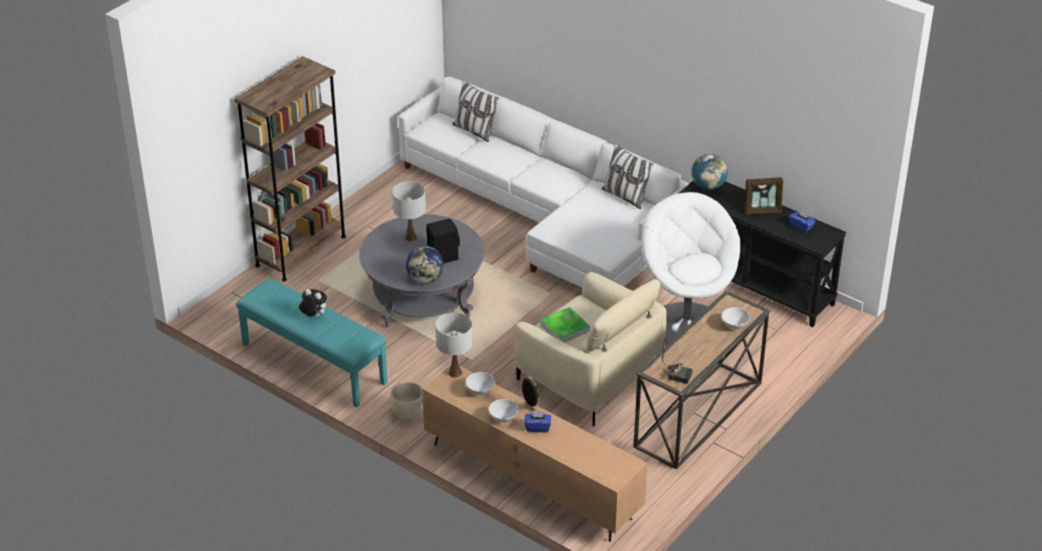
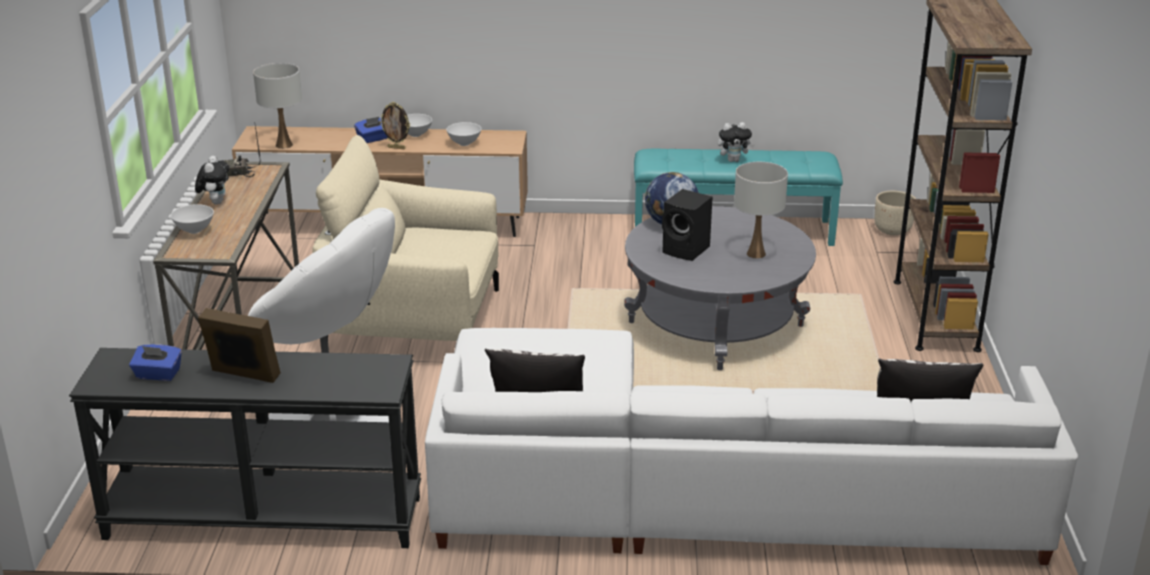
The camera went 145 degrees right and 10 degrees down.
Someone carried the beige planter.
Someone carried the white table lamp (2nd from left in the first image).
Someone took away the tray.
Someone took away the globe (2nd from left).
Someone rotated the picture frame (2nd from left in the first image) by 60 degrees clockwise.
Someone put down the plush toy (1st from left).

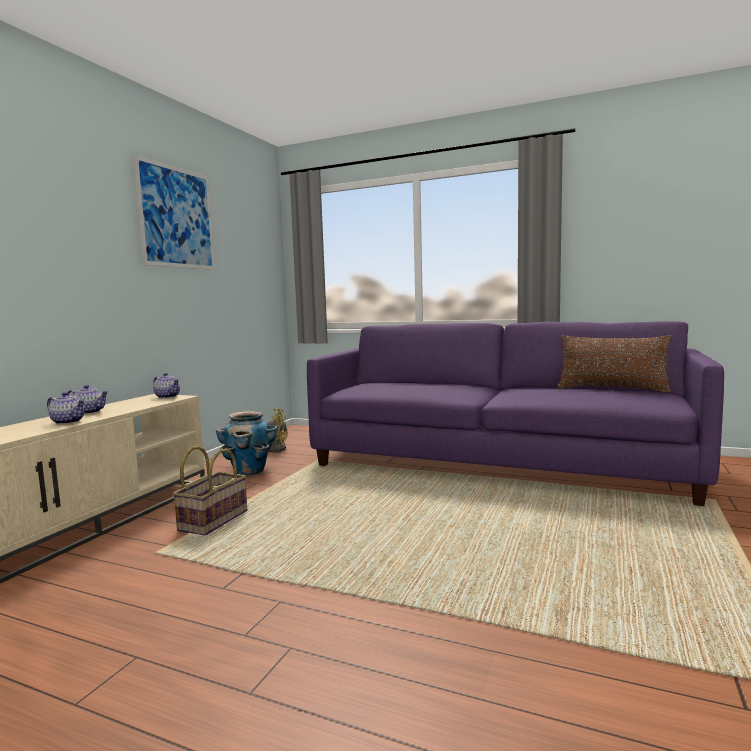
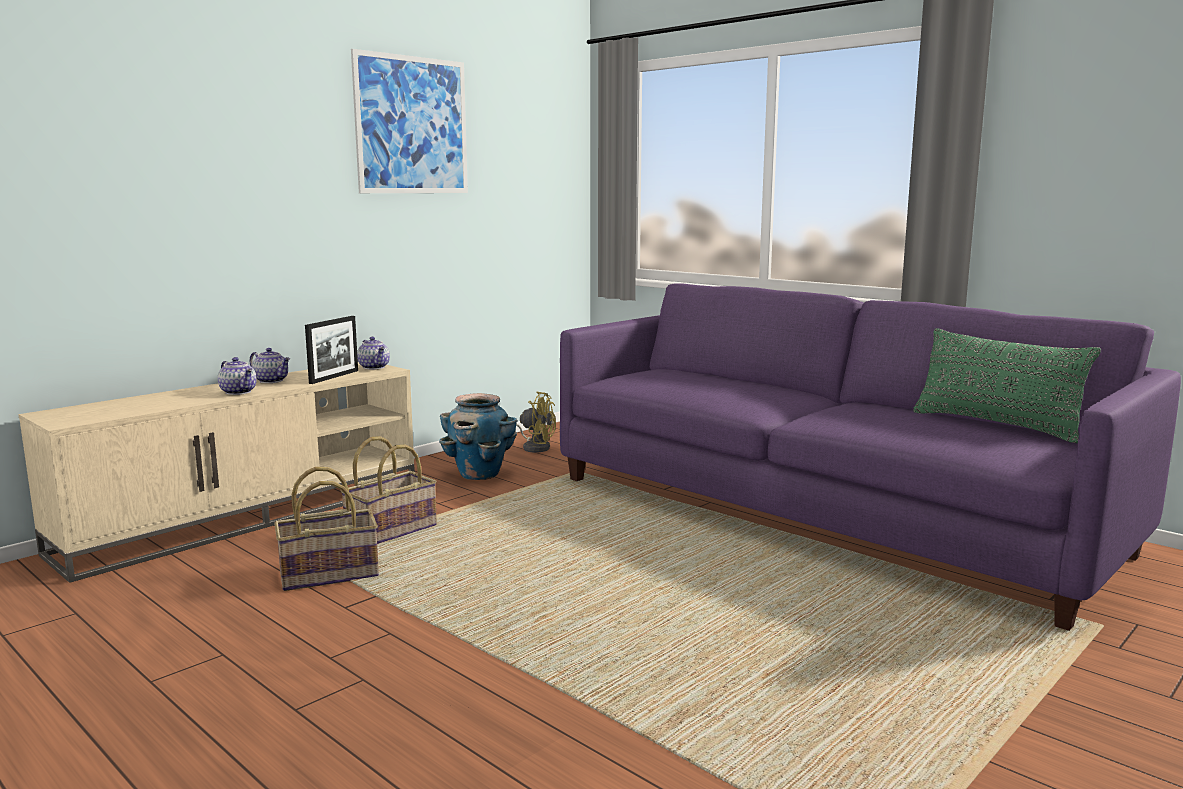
The camera went 20 degrees right and 5 degrees up.
Someone repainted the brown pillow, which became the green pillow.
Someone put down the basket (1st from left).
Someone put down the picture frame.

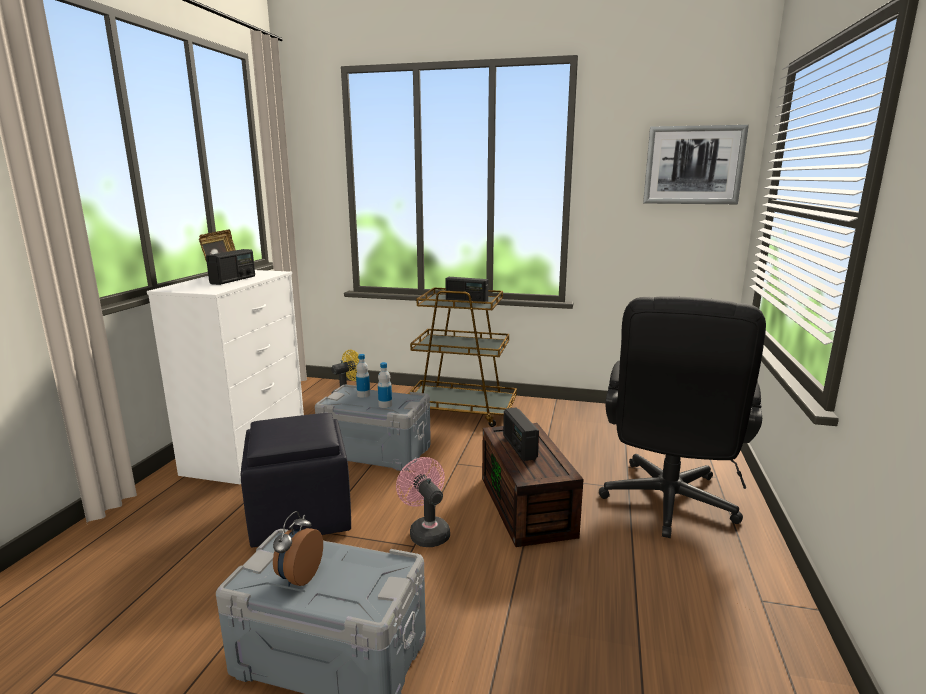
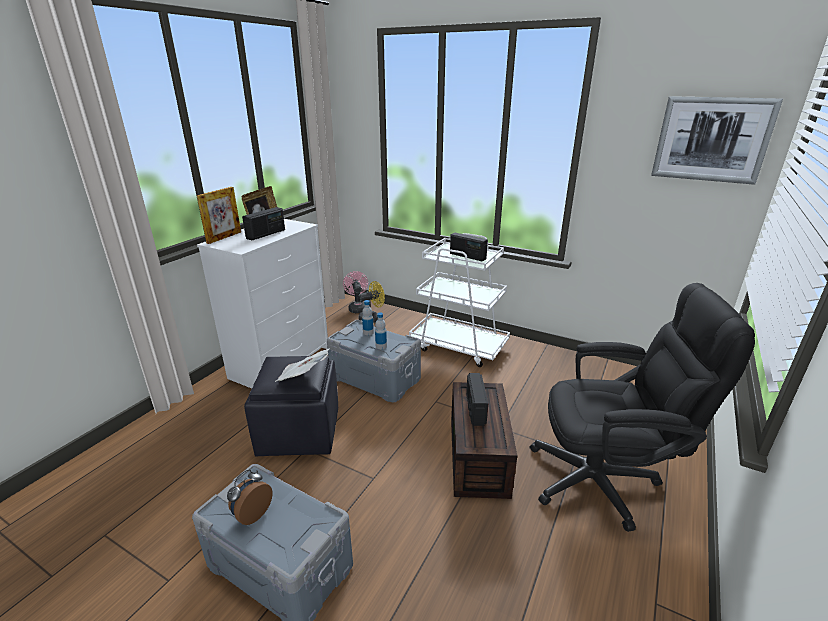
The camera went 15 degrees right and 10 degrees up.
Someone carried the pink fan.
Someone repainted the brown cart, which became the white cart.
Someone rotated the black office chair by 120 degrees counterclockwise.
Someone put down the picture frame (1st from left).
Someone put down the newspaper.

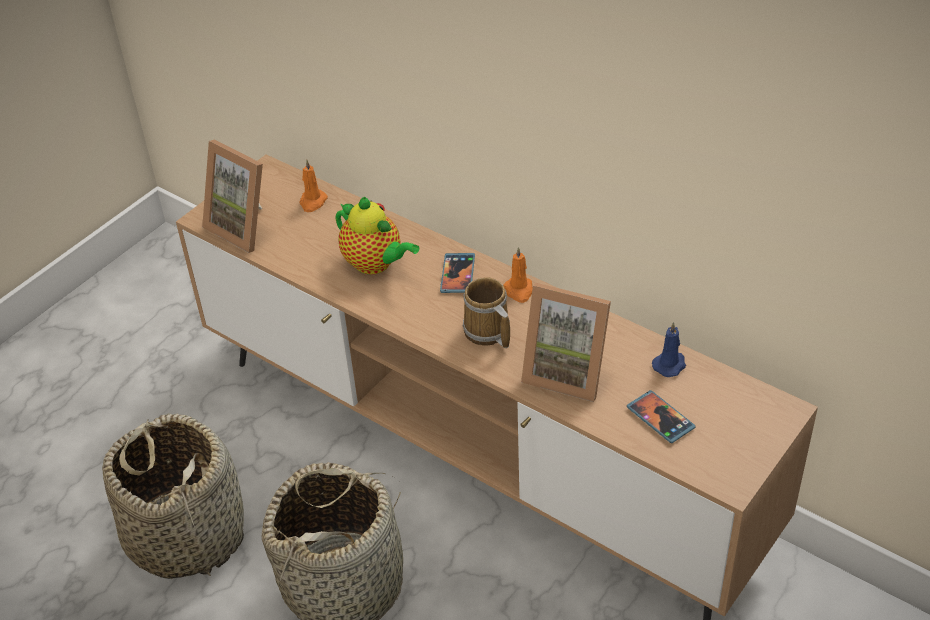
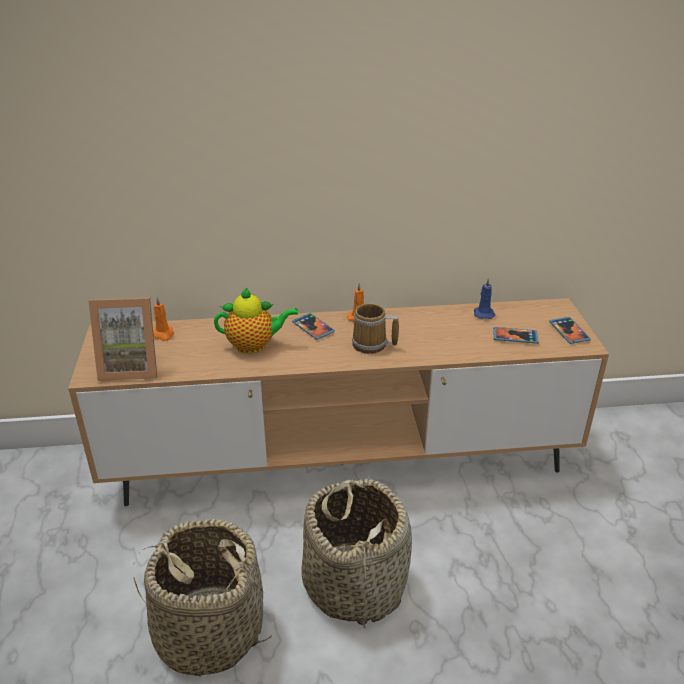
The camera went 45 degrees left and 10 degrees down.
Someone took away the picture frame (2nd from left).
Someone put down the phone (3rd from left).

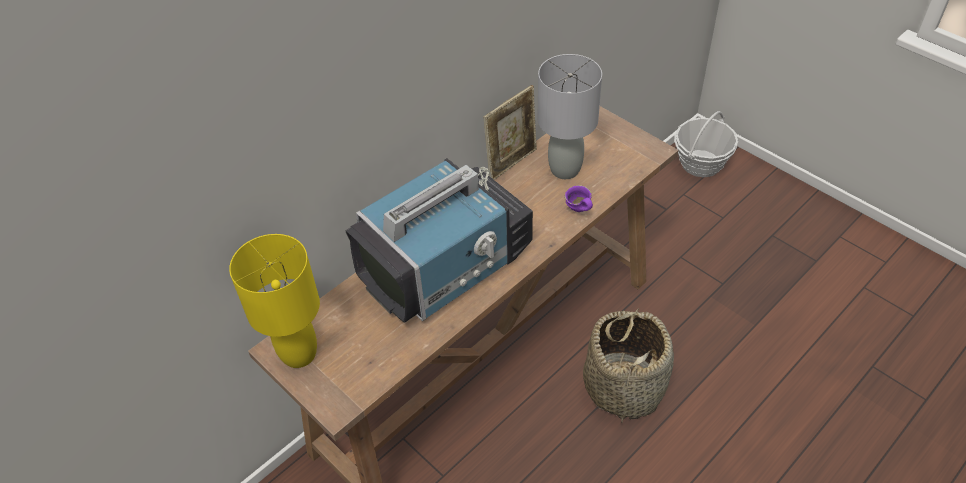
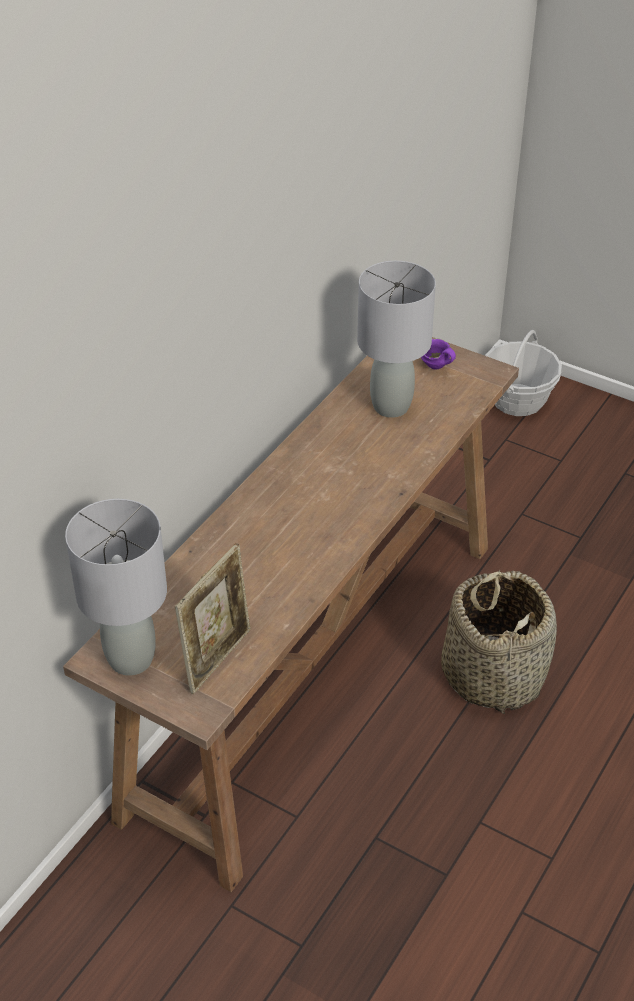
The camera went 15 degrees left and 5 degrees down.
Someone repainted the yellow table lamp, which became the grey table lamp (1st from left).
Someone took away the television.
Someone carried the picture frame.
Someone carried the purple mug.

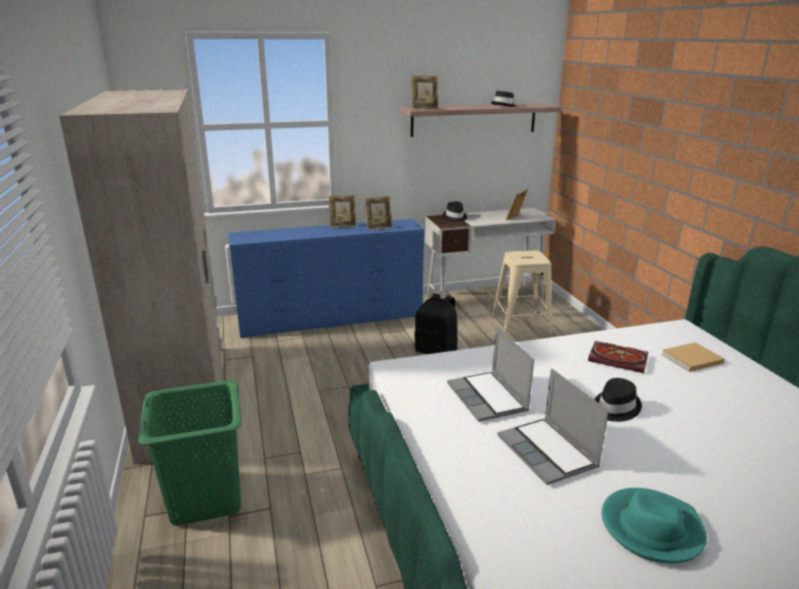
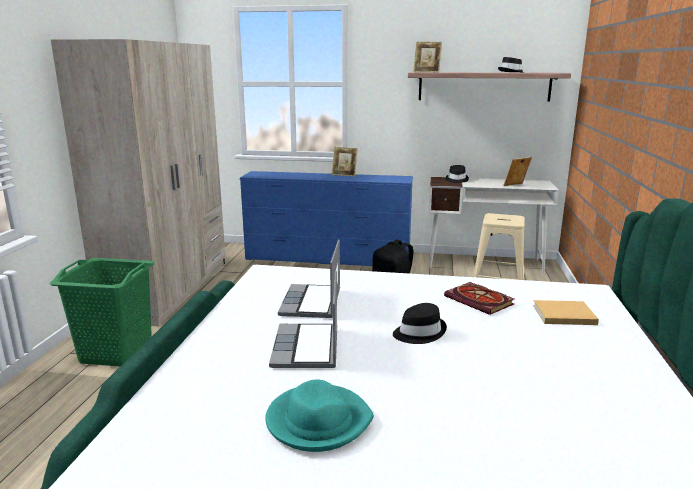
The camera went 25 degrees right and 5 degrees down.
Someone took away the picture frame (2nd from left).

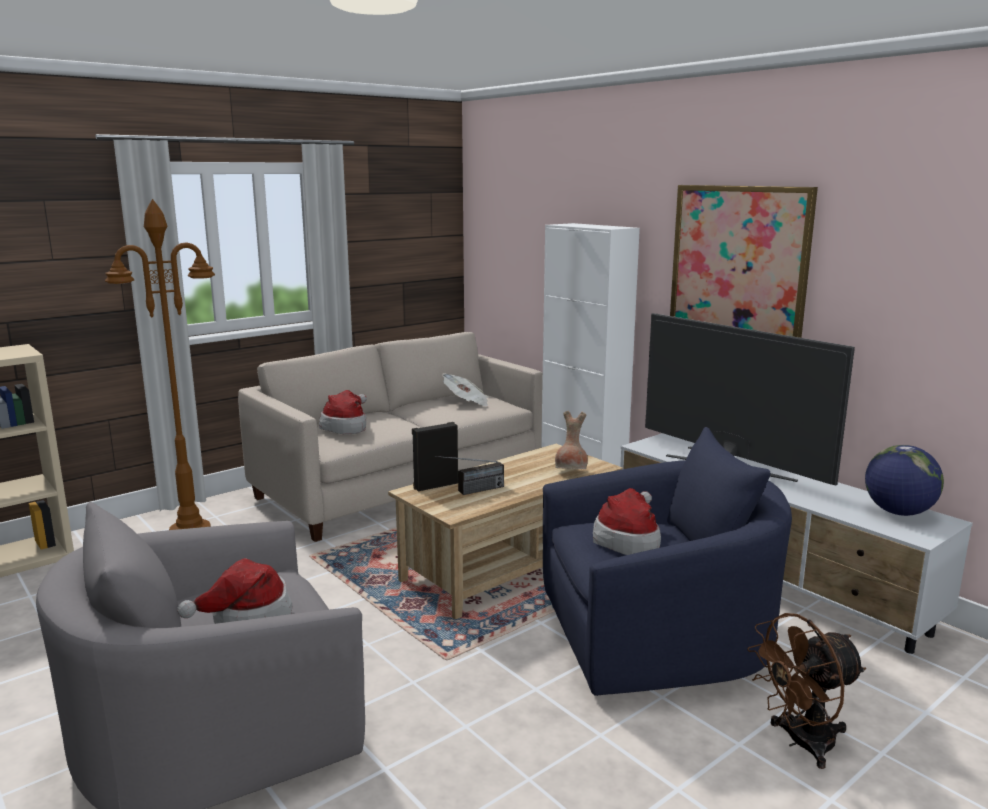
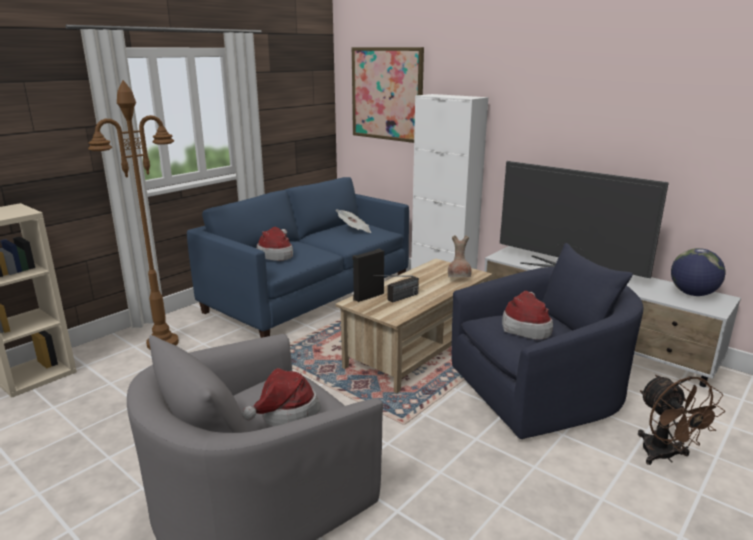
The camera went 10 degrees left and 5 degrees up.
Someone repainted the beige sofa, which became the blue sofa.
Someone carried the picture.
Someone rotated the brown fan by 75 degrees counterclockwise.

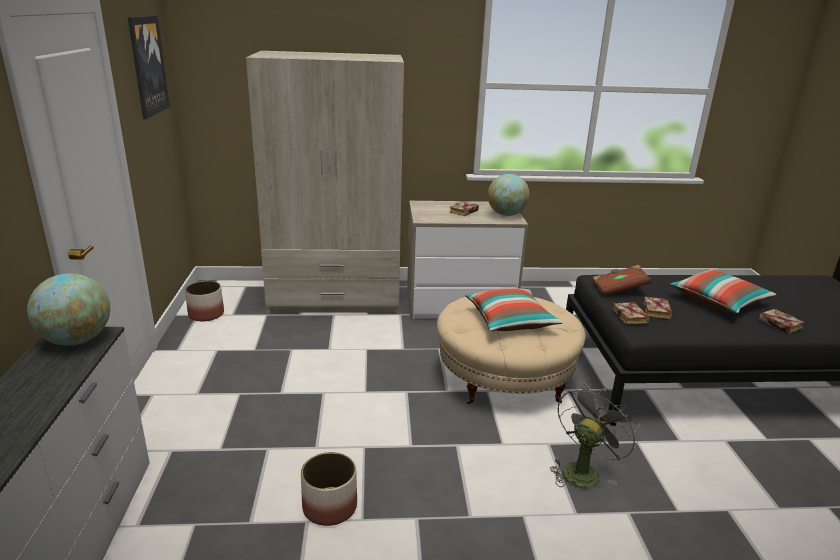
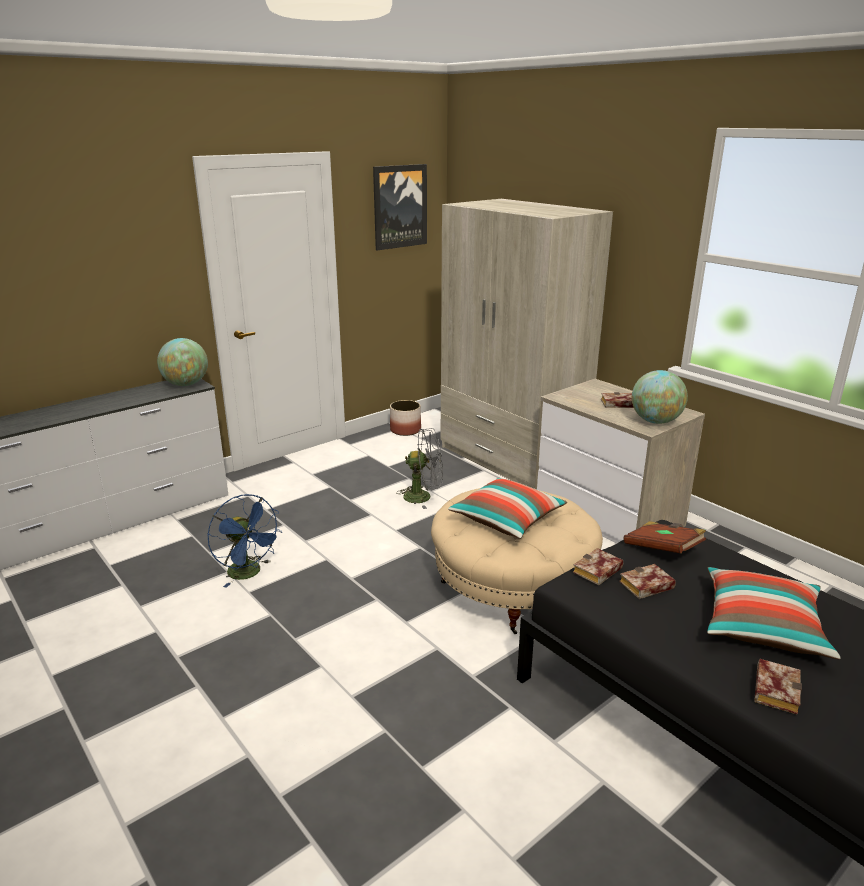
The camera went 55 degrees right and 0 degrees up.
Someone swapped the planter (2nd from left) for the blue fan.
Someone carried the grey fan.

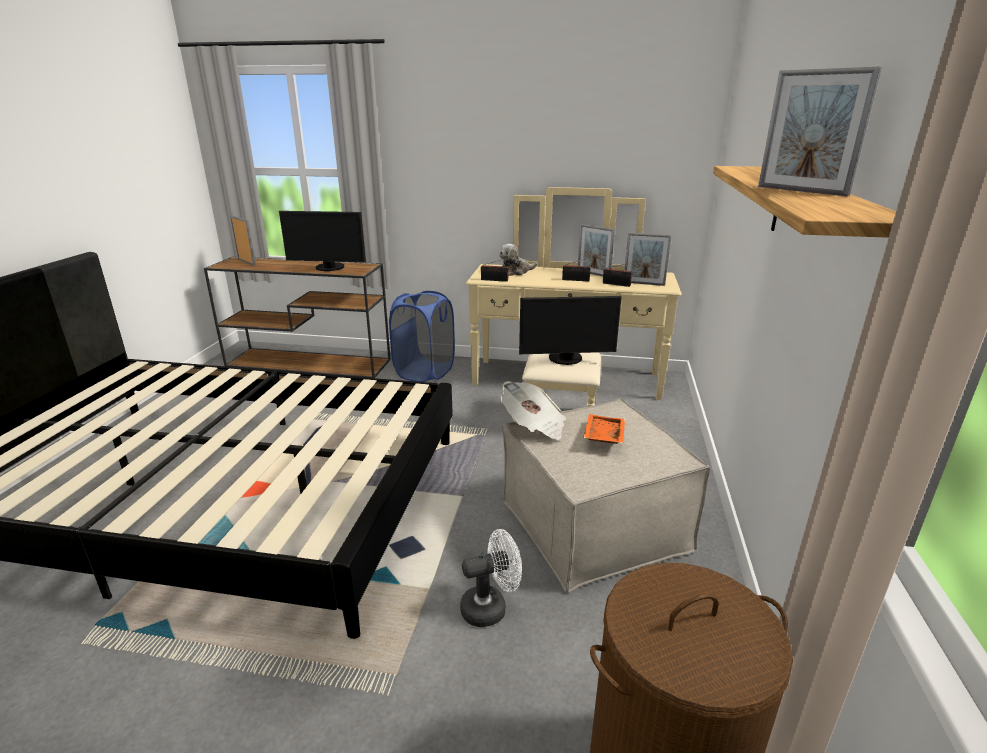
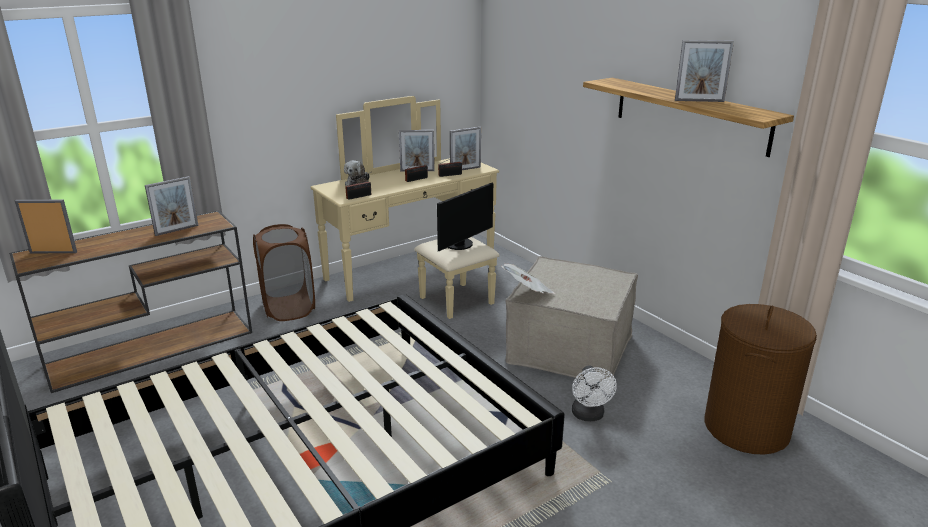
The camera went 45 degrees left and 0 degrees up.
Someone swapped the monitor (1st from left) for the picture frame (2nd from left).
Someone repainted the blue laundry basket, which became the brown laundry basket (1st from left).
Someone rotated the white fan by 150 degrees clockwise.
Someone took away the orange tray.

